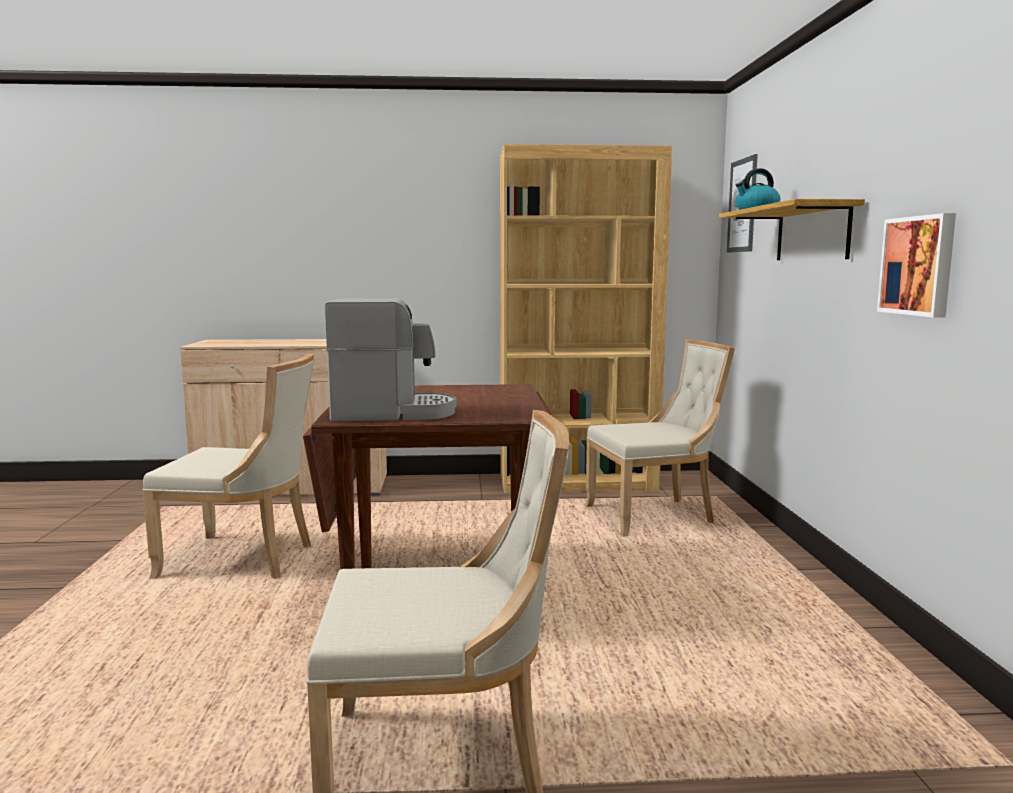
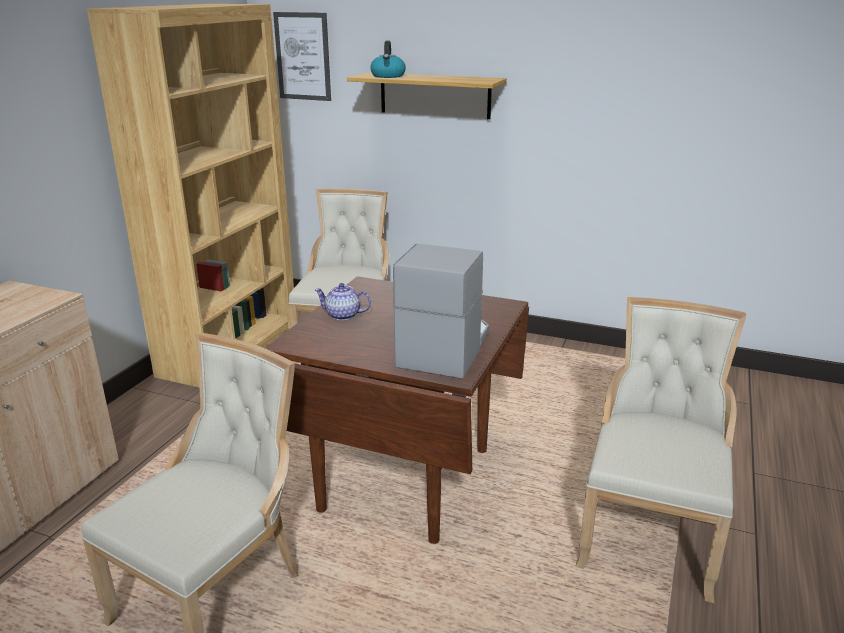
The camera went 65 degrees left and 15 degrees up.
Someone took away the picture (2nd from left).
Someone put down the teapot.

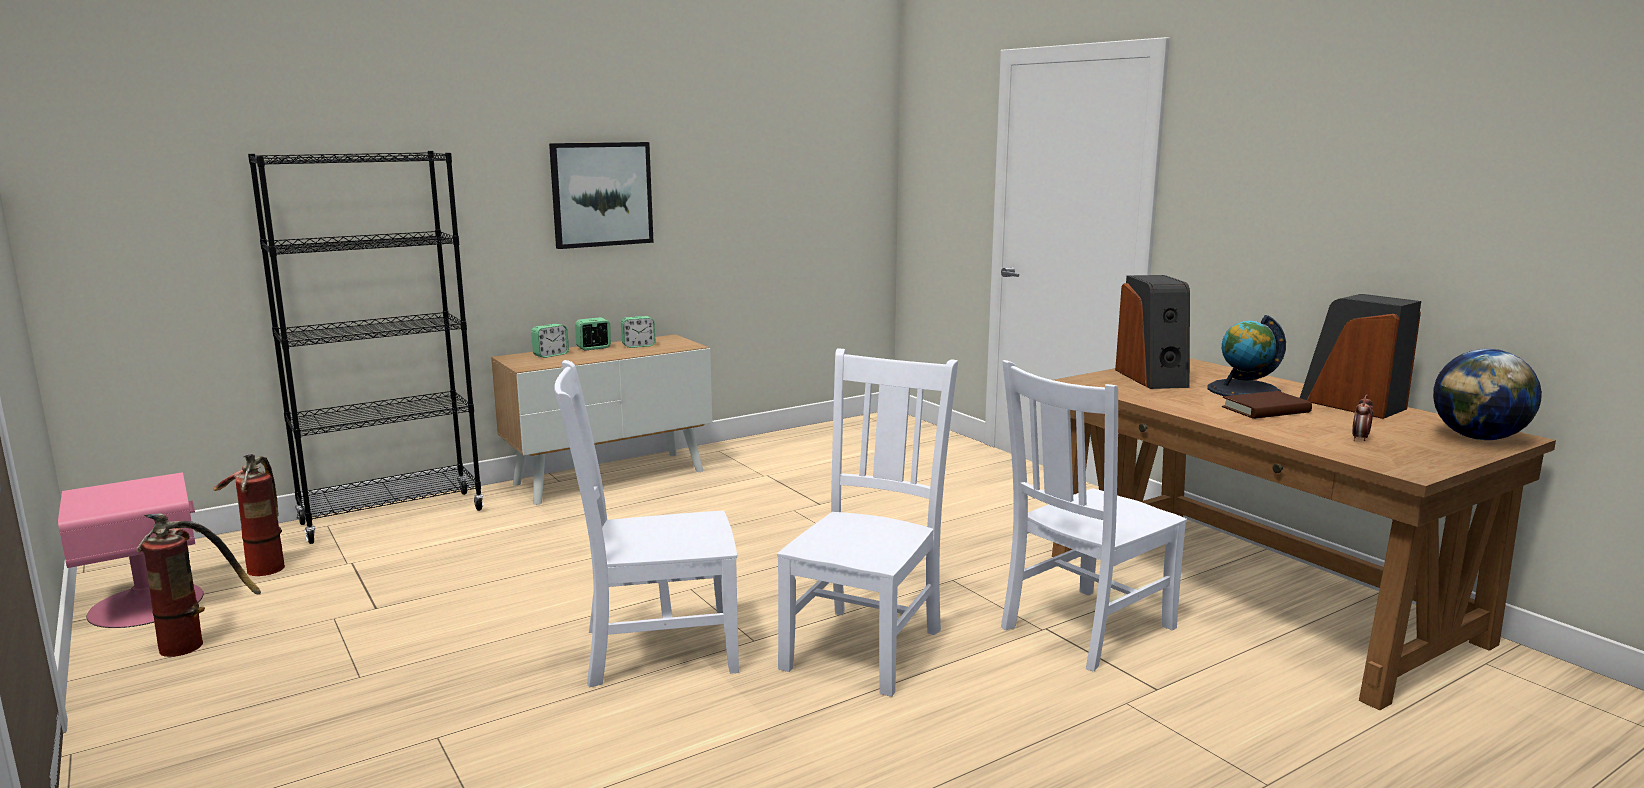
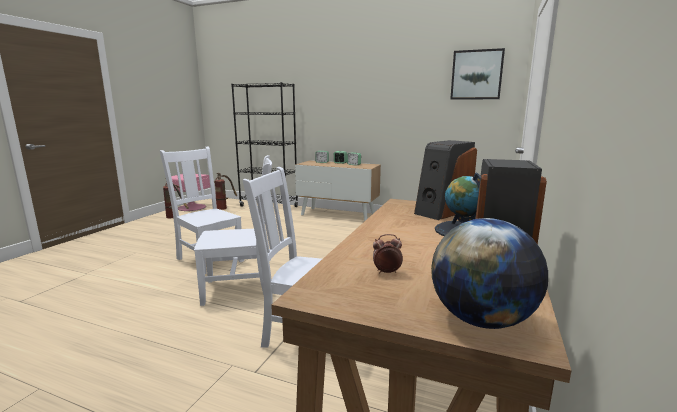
The camera went 55 degrees right and 0 degrees up.
Someone carried the picture.
Someone took away the brown book.

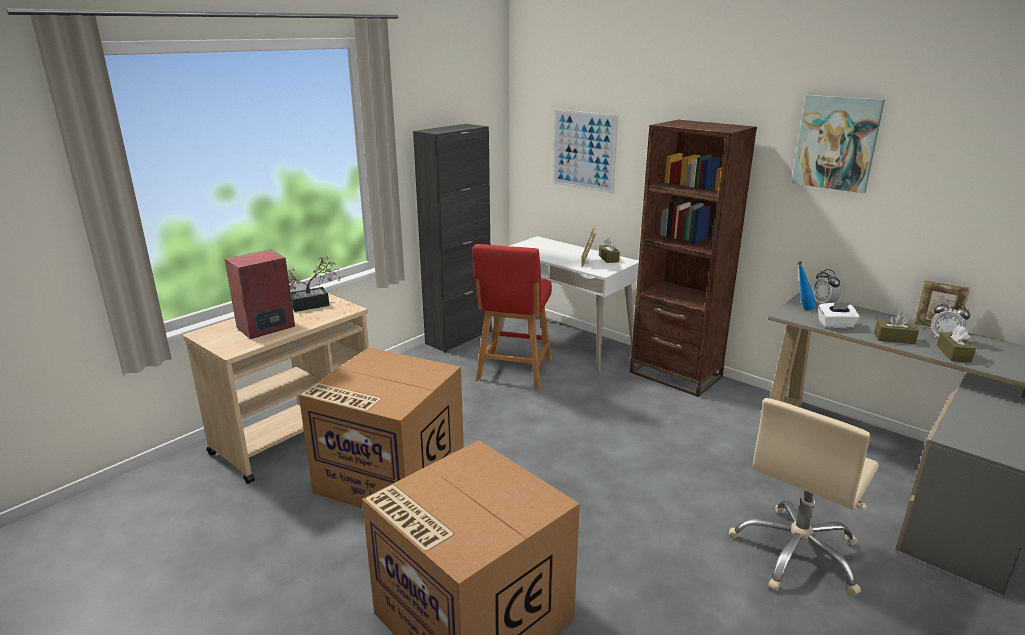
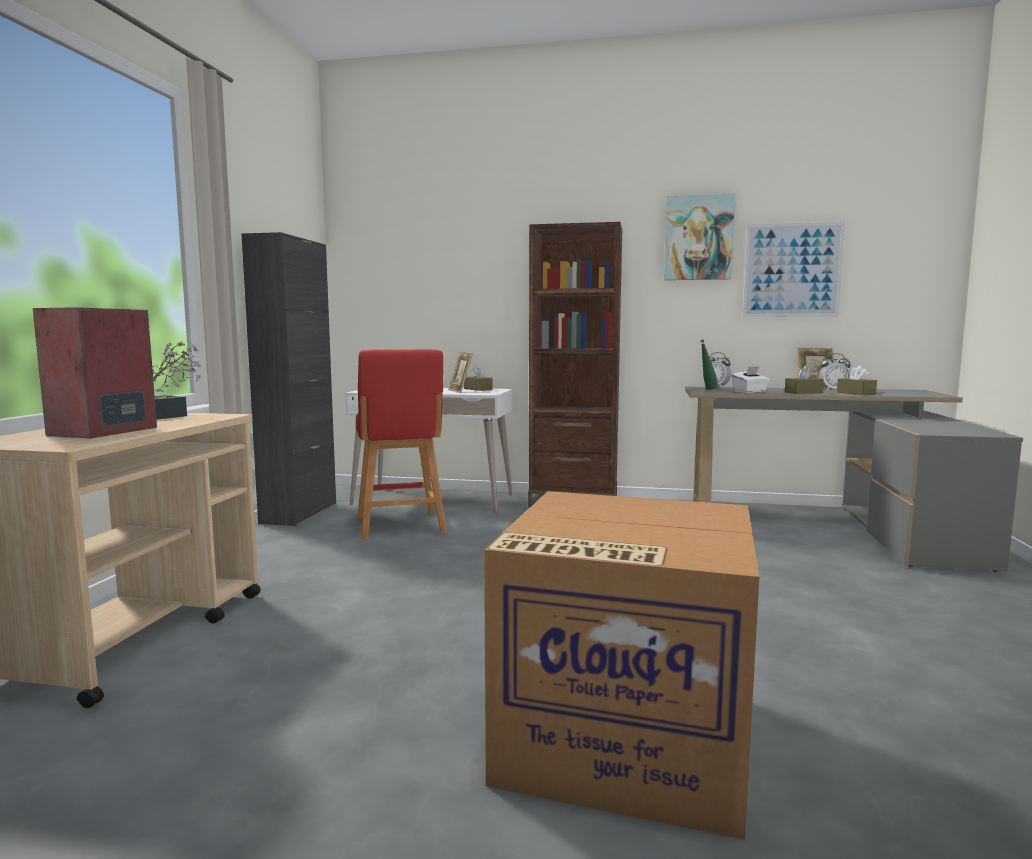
The camera went 30 degrees left and 15 degrees down.
Someone took away the cardboard box (1st from left).
Someone carried the picture (1st from left in the first image).
Someone took away the beige office chair.
Someone repainted the blue bottle, which became the green bottle.

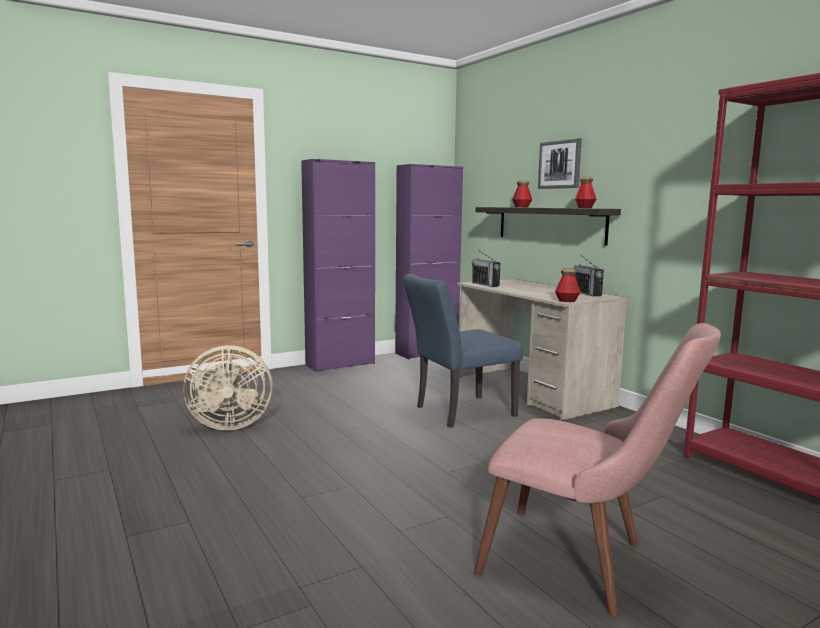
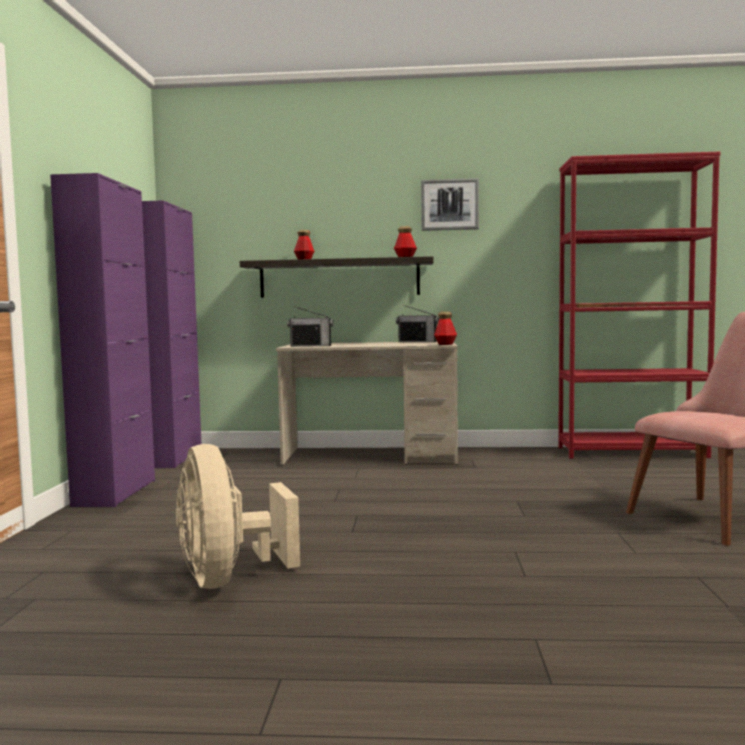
The camera went 55 degrees left and 5 degrees down.
Someone rotated the beige fan by 135 degrees clockwise.
Someone took away the blue chair.
Someone carried the picture.

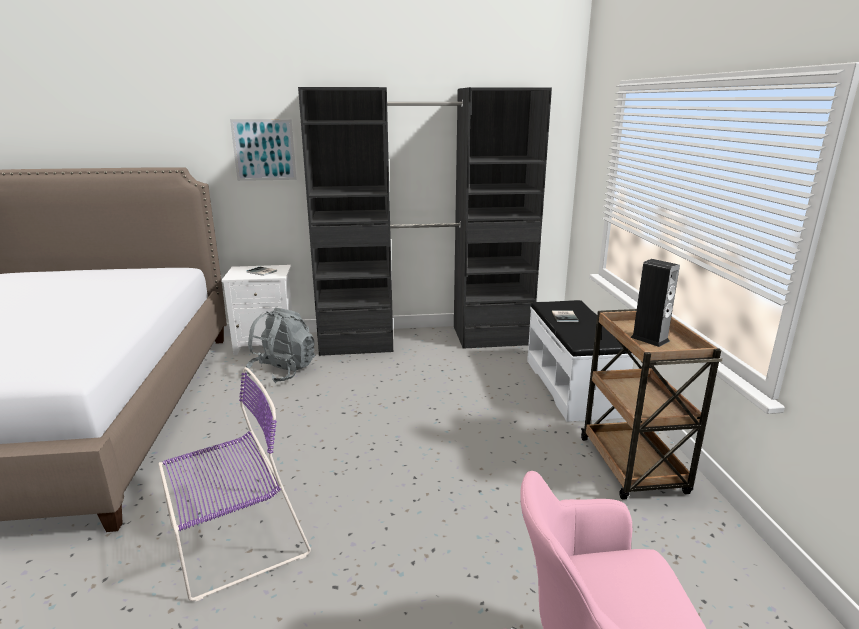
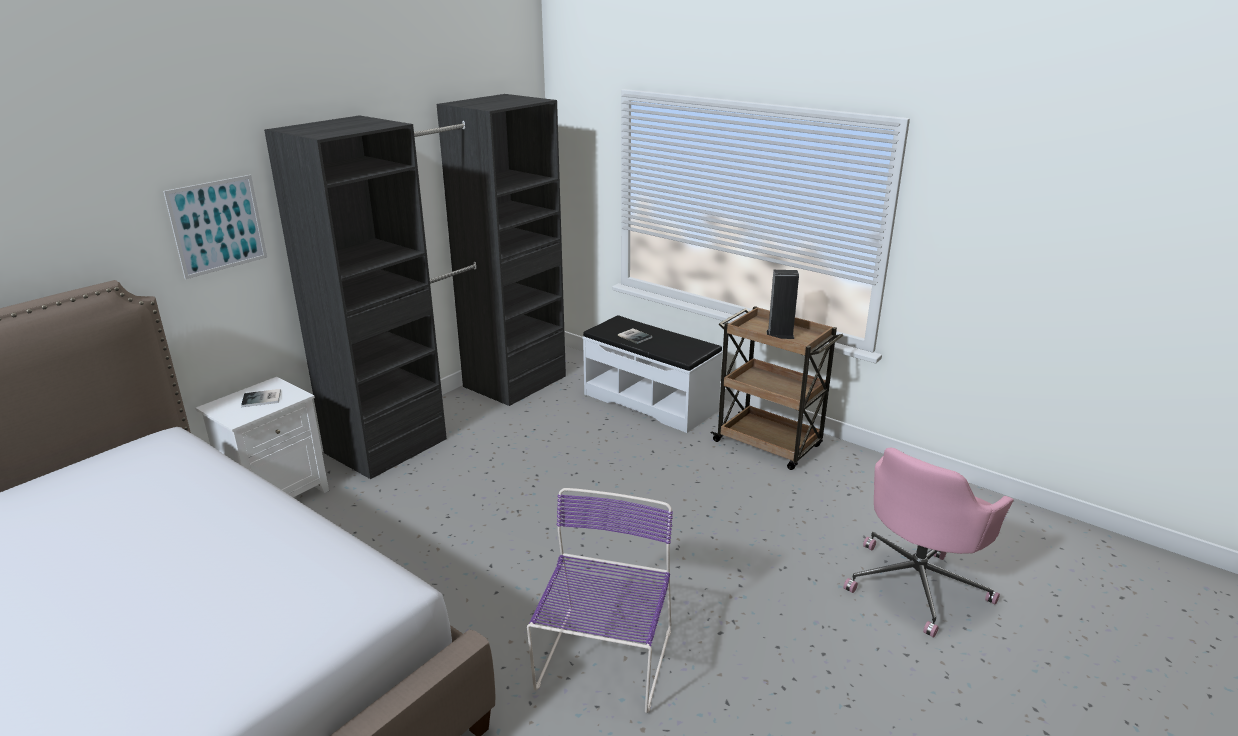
The camera went 45 degrees left and 5 degrees up.
Someone took away the grey backpack.

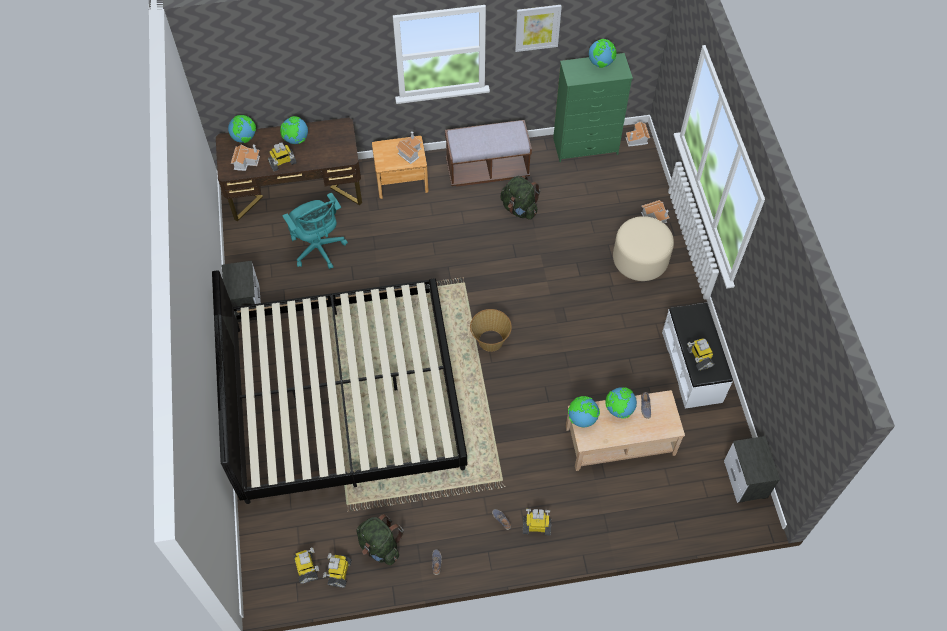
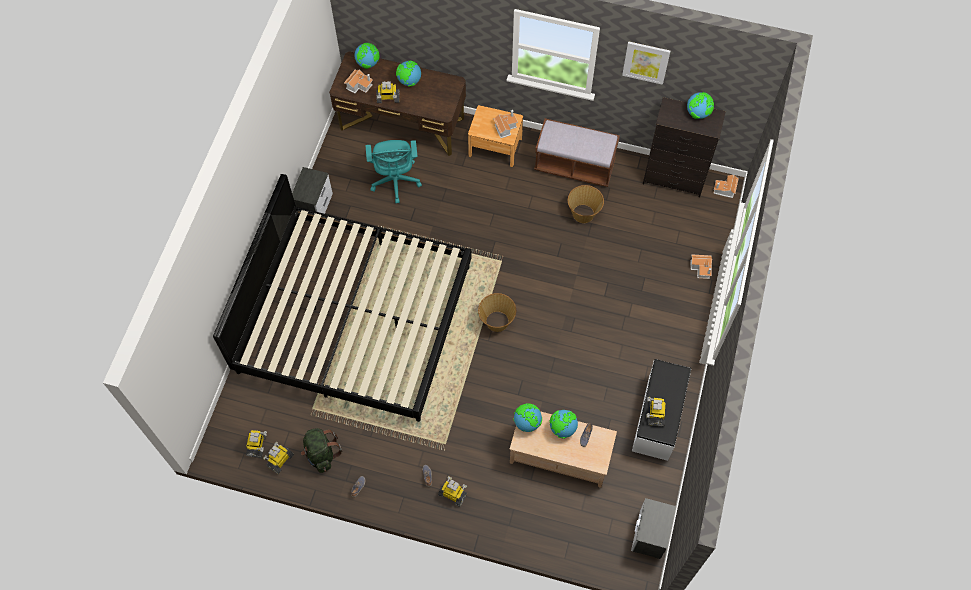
The camera went 25 degrees right and 5 degrees up.
Someone swapped the green backpack (2nd from left) for the basket (2nd from left).
Someone repainted the green dresser, which became the black dresser.
Someone took away the beige ottoman.

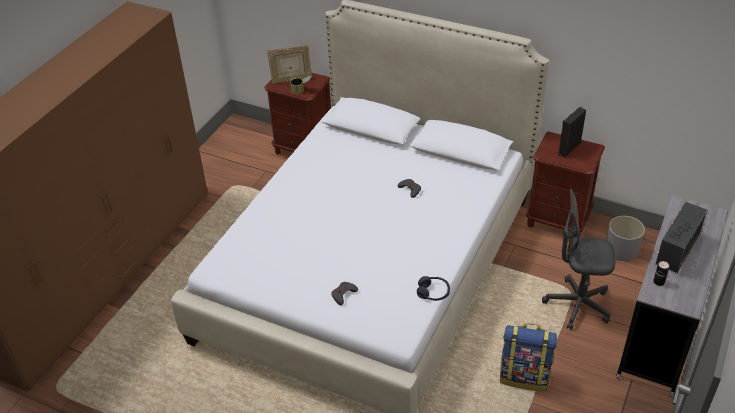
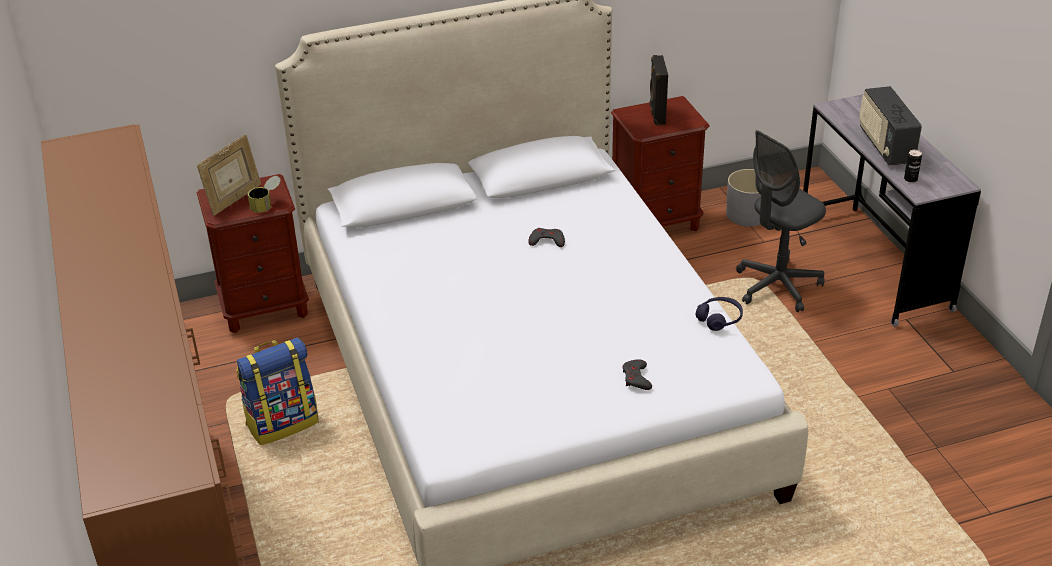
The camera went 45 degrees left and 5 degrees down.
Someone carried the backpack.

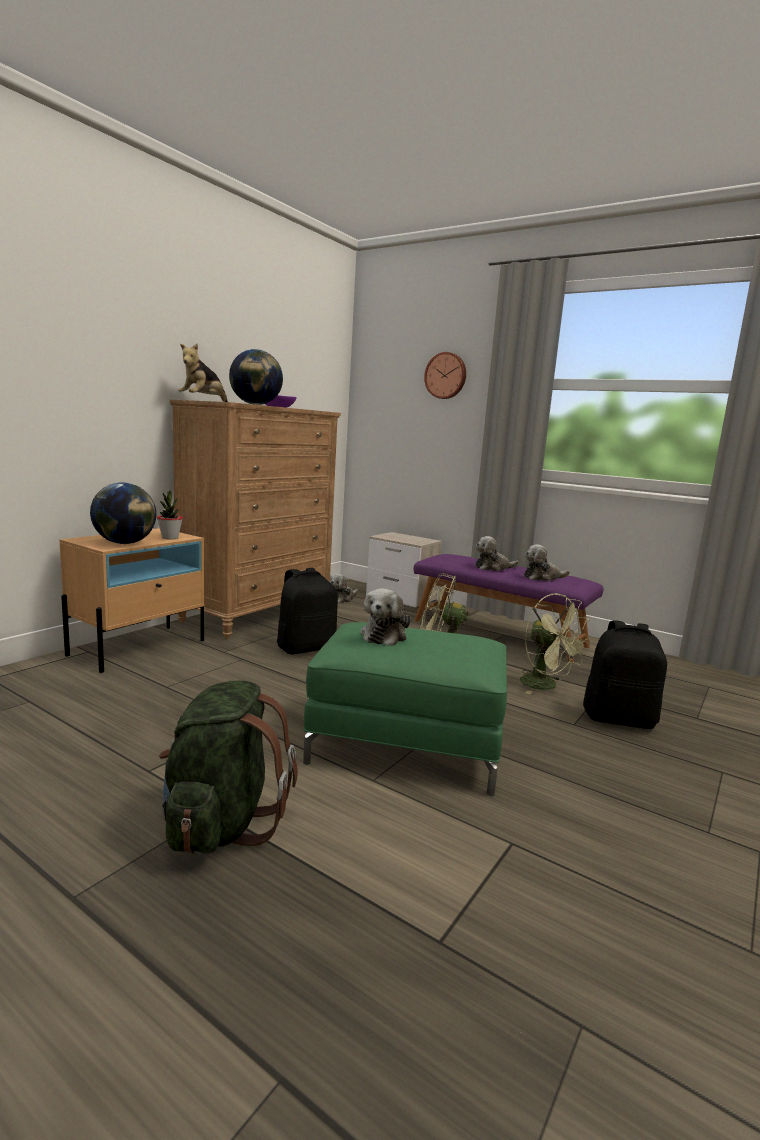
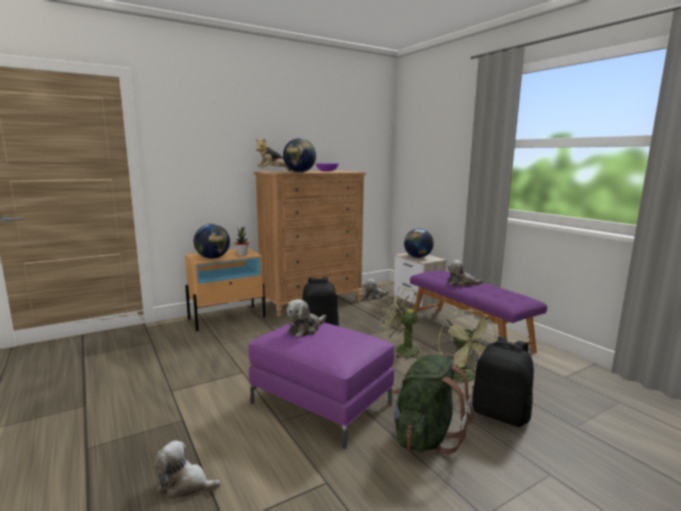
The camera went 25 degrees right and 0 degrees up.
Someone carried the green backpack.
Someone repainted the green ottoman, which became the purple ottoman.
Someone took away the wall clock.
Someone carried the plush toy (5th from left in the first image).
Someone put down the globe (3rd from left).

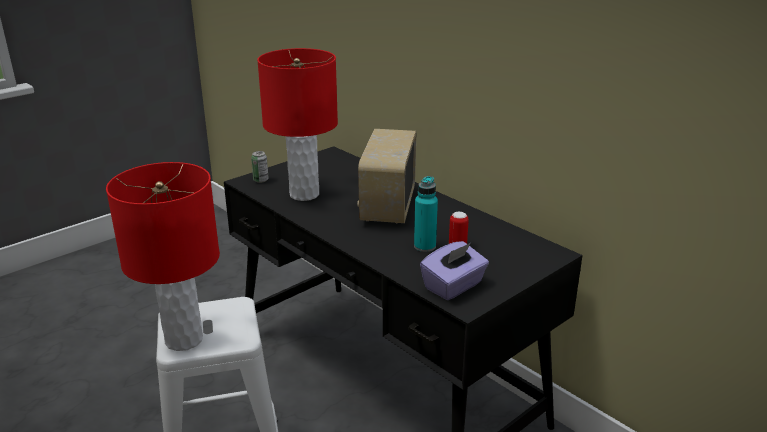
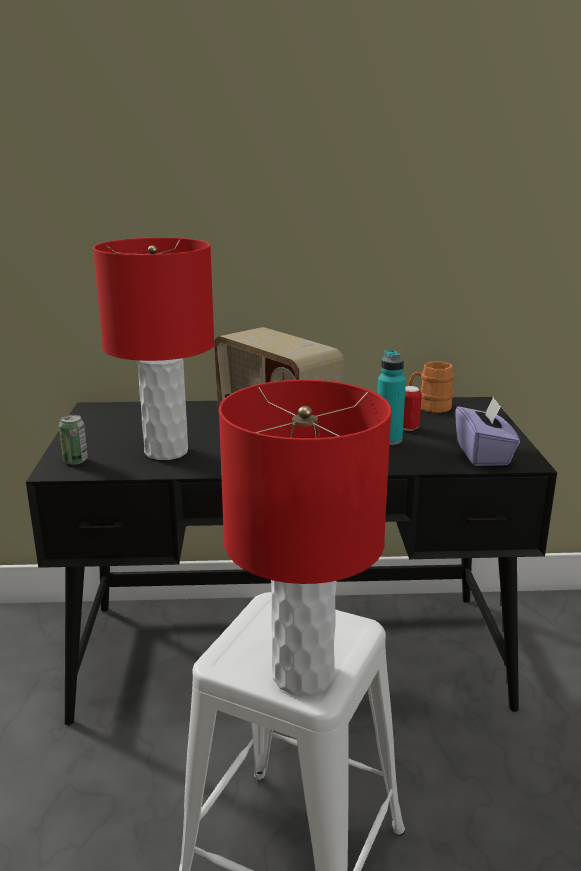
The camera went 50 degrees left and 5 degrees down.
Someone put down the orange mug.

